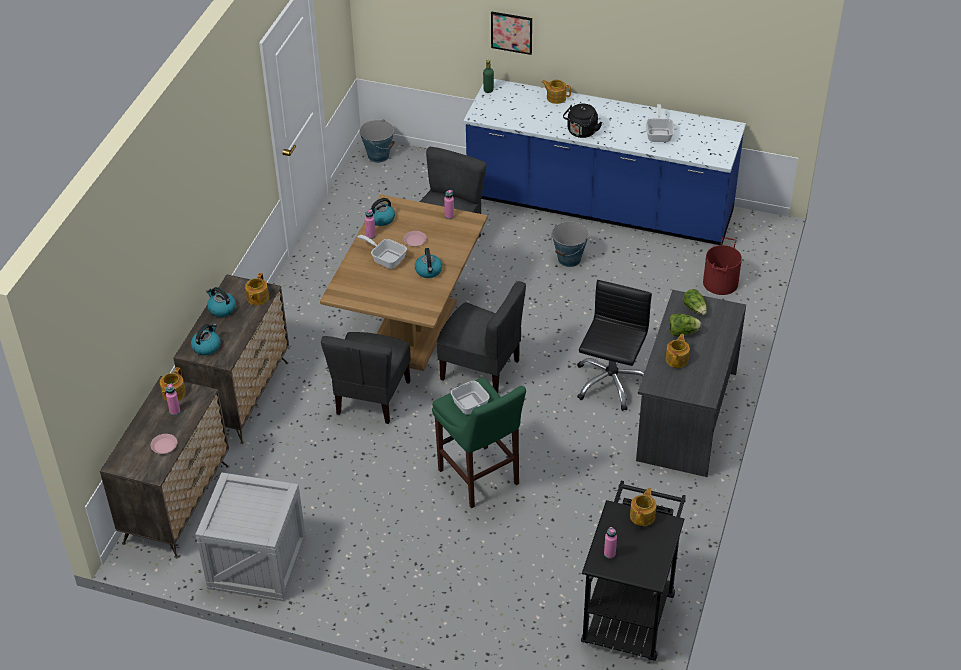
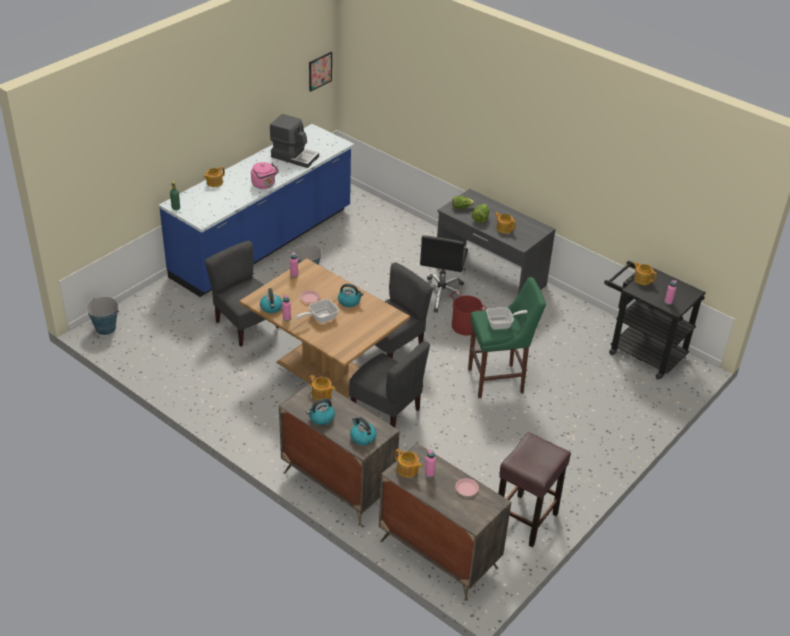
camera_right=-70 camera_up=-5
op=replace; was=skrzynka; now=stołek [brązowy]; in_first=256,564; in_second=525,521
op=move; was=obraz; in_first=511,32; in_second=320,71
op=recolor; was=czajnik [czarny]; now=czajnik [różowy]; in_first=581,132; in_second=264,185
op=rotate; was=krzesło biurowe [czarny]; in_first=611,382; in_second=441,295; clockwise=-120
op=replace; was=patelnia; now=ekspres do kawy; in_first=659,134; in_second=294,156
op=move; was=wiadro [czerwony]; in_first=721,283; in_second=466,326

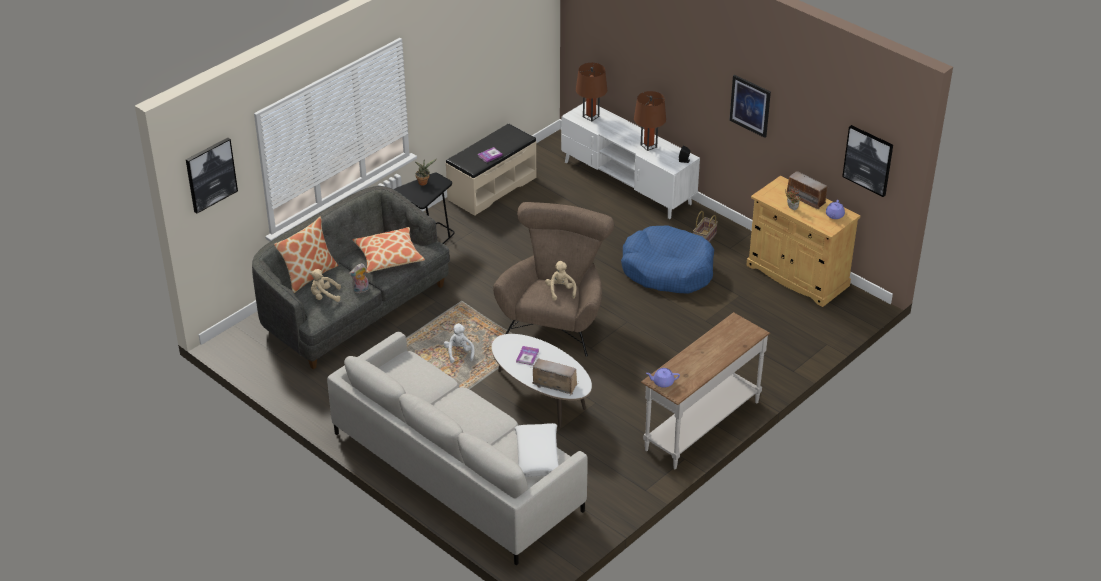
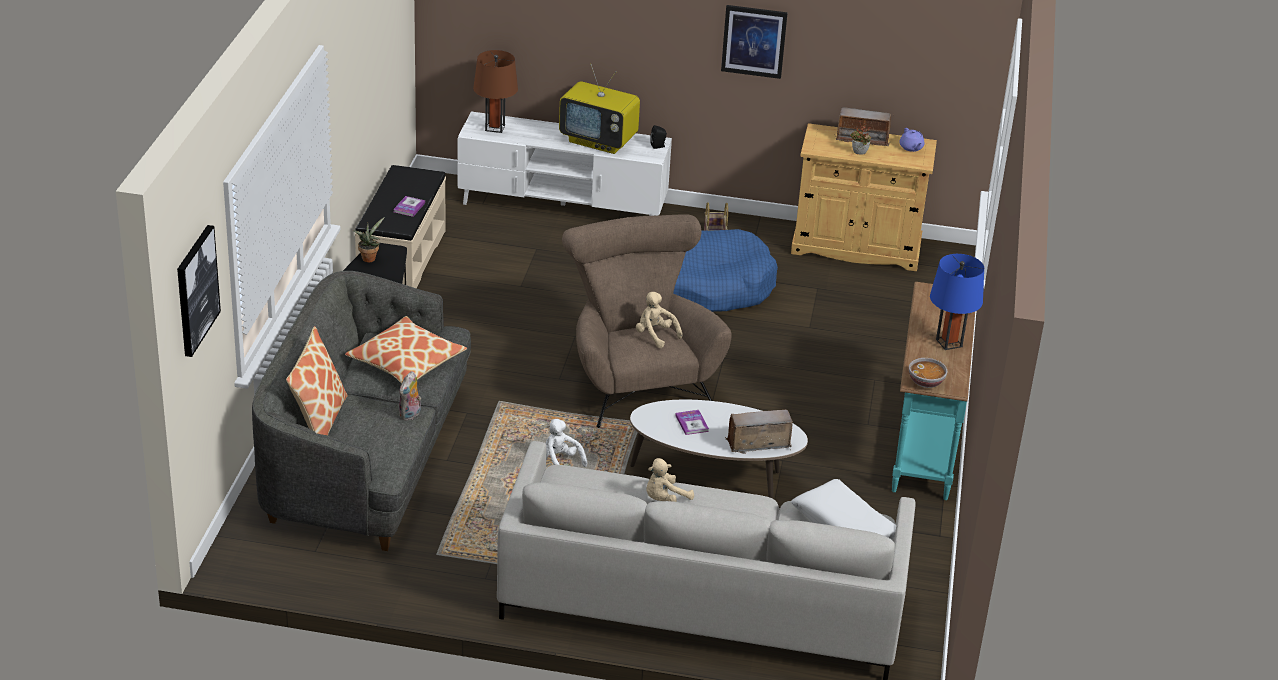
camera_right=-35 camera_up=-5
op=move; was=pluszak [beżowy]; in_first=324,296; in_second=664,499
op=replace; was=lampa stołowa [brązowy]; now=telewizor; in_first=648,146; in_second=599,141
op=recolor; was=stolik konsolowy [biały]; now=stolik konsolowy [turkusowy]; in_first=701,425; in_second=923,441
op=replace; was=imbryk [fioletowy]; now=miska; in_first=662,382; in_second=926,382
op=delete; was=obraz; in_first=868,160
op=insert; now=lampa stołowa [niebieski]; in_second=949,343

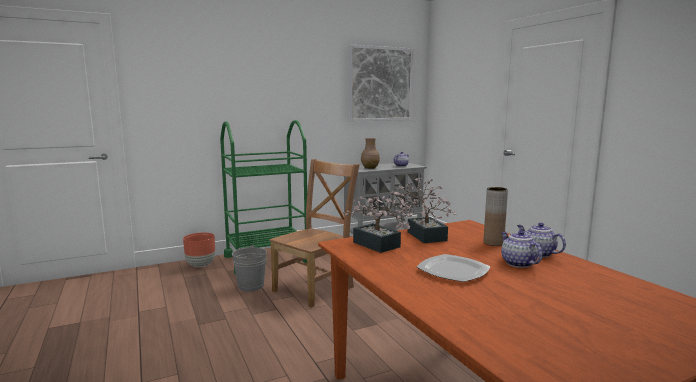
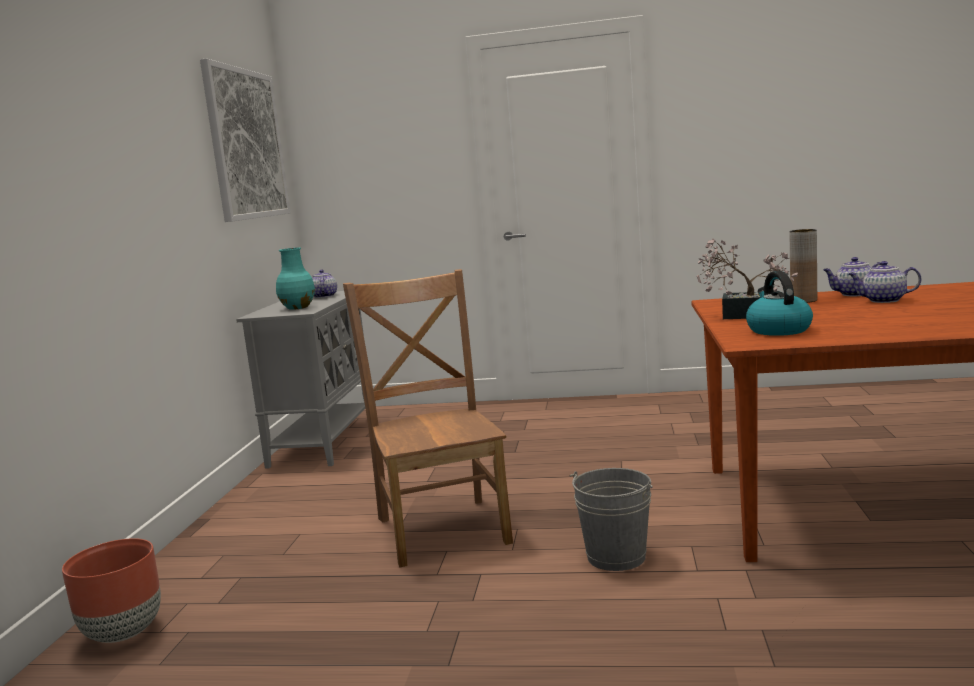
camera_right=-55 camera_up=0
op=delete; was=wózek [zielony]; in_first=267,259
op=move; was=wiadro [szary]; in_first=251,286; in_second=616,557
op=replace; was=roślina doniczkowa; now=czajnik; in_first=379,246; in_second=778,330
op=recolor; was=wazon [brązowy]; now=wazon [turkusowy]; in_first=369,168; in_second=297,308
op=delete; was=talerz; in_first=452,270

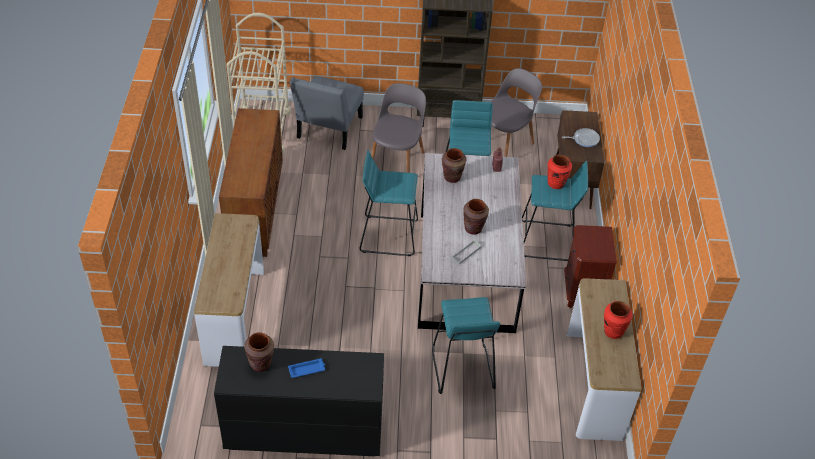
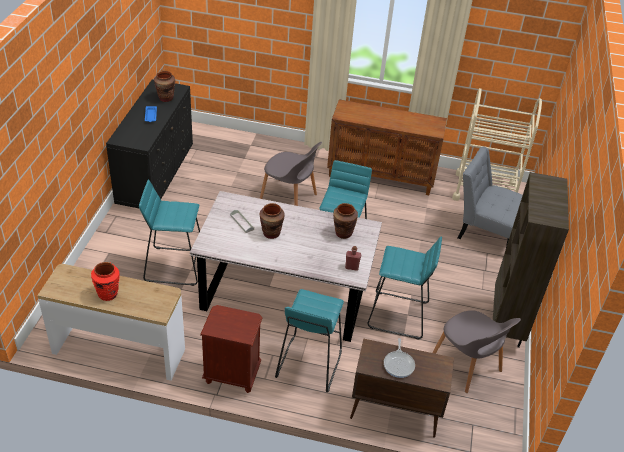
camera_right=100 camera_up=-5
op=delete; was=stolik konsolowy; in_first=234,317
op=move; was=krzesło [szary]; in_first=397,160; in_second=289,198
op=delete; was=wazon [czerwony]; in_first=556,183

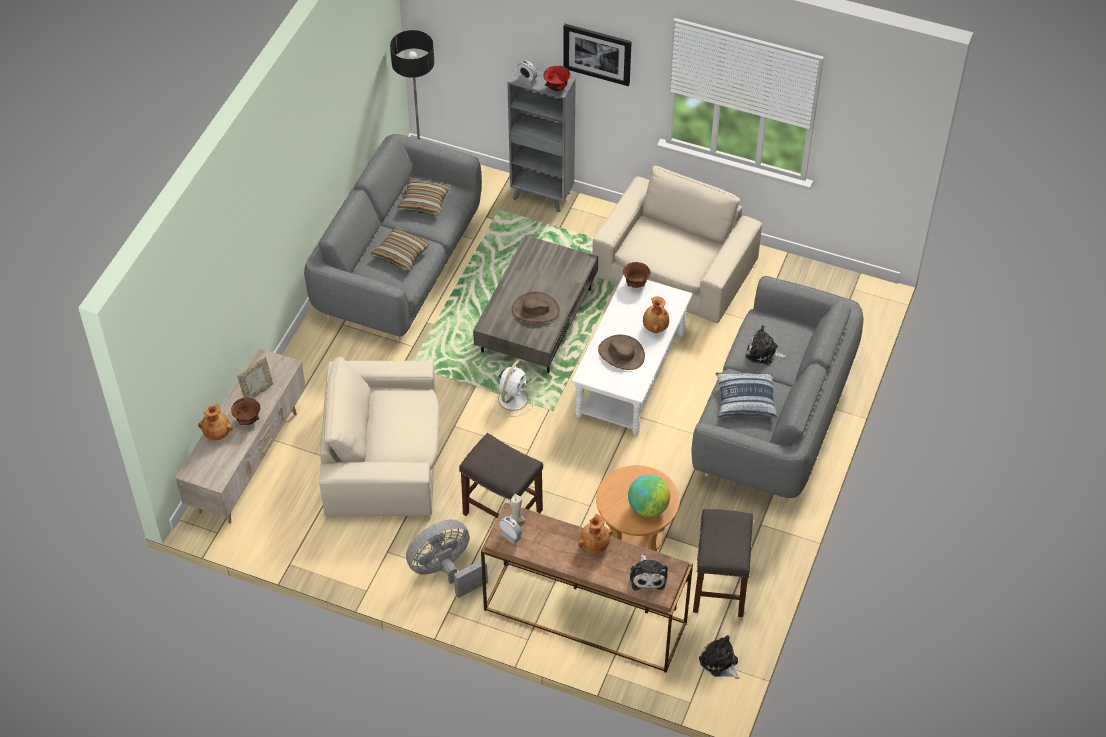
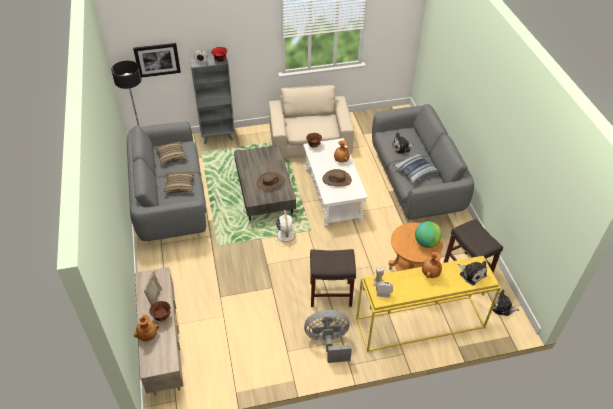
camera_right=-35 camera_up=-5
op=delete; was=fotel [beżowy]; in_first=383,455
op=rotate; was=wentylator [szary]; in_first=446,571; in_second=328,342; clockwise=60
op=recolor; was=stolik konsolowy [brązowy]; now=stolik konsolowy [żółty]; in_first=583,617; in_second=419,324
op=move; was=obraz; in_first=597,53; in_second=157,59

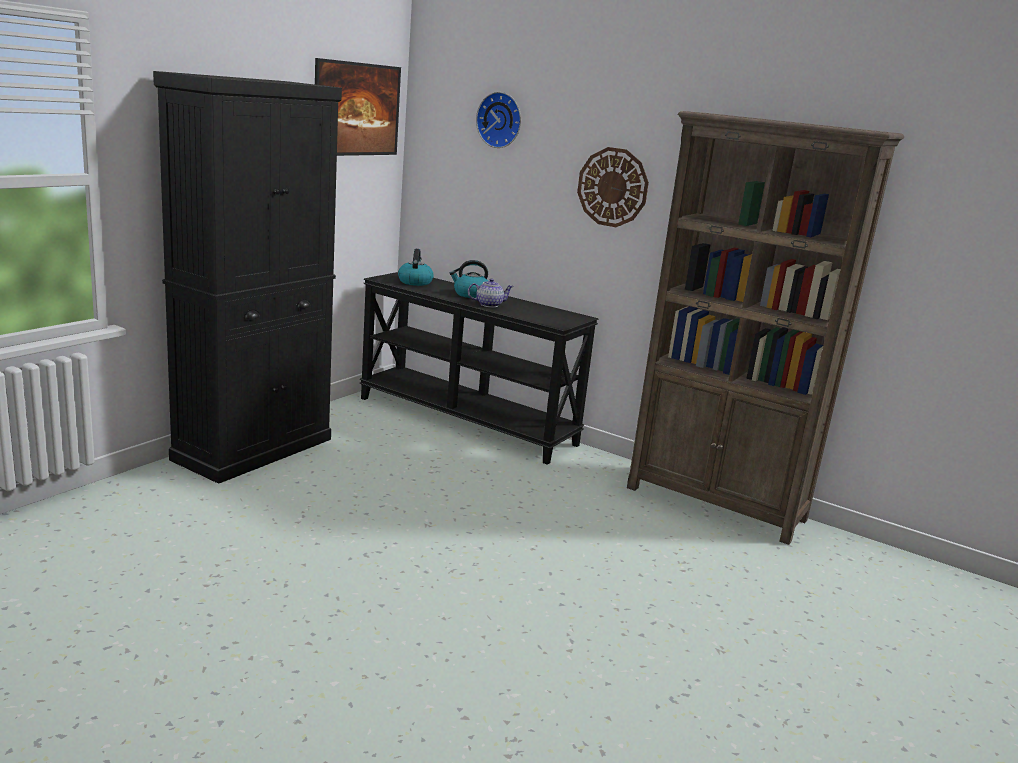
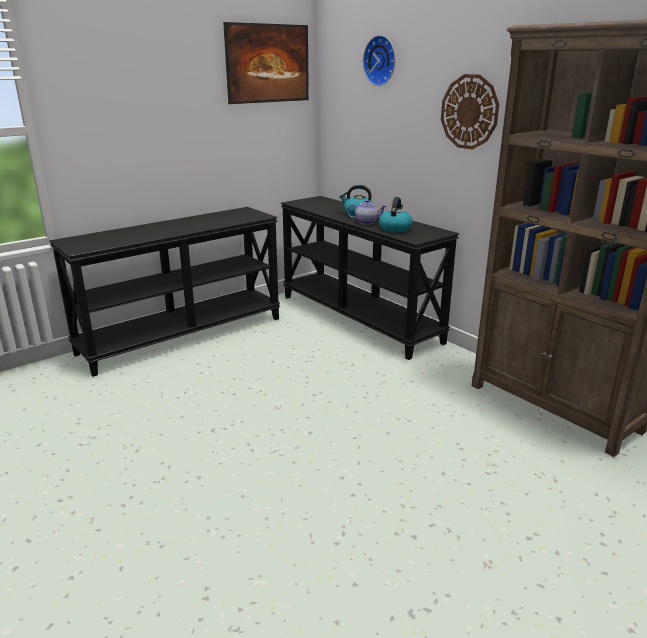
camera_right=20 camera_up=5
op=replace; was=szafka [czarny]; now=stolik konsolowy [czarny]; in_first=254,449; in_second=182,335
op=move; was=czajnik; in_first=415,282; in_second=395,228

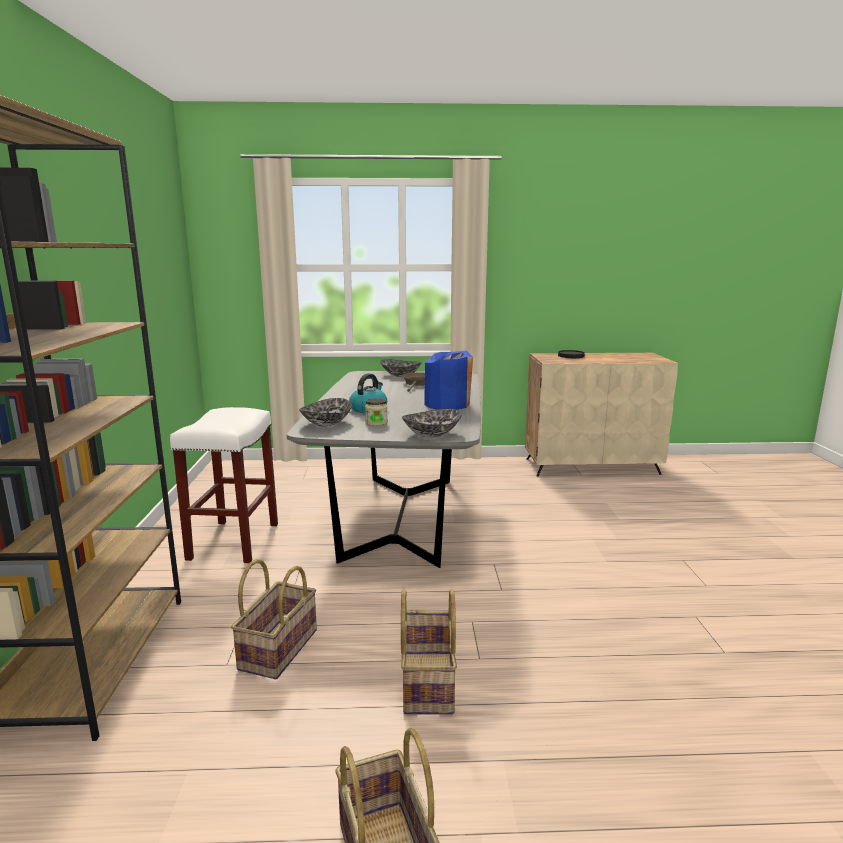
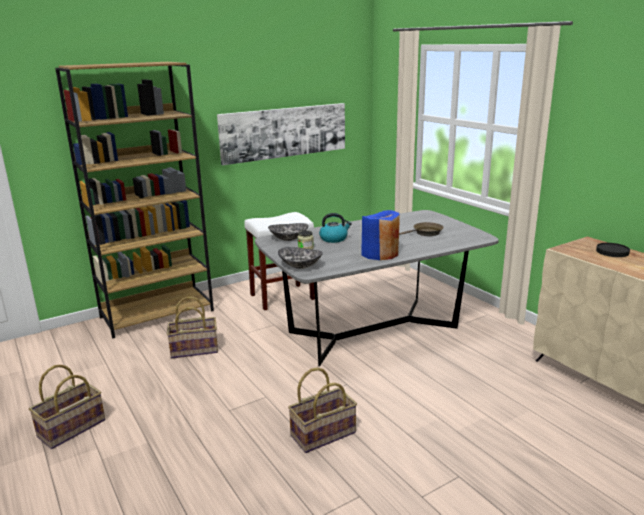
camera_right=60 camera_up=5
op=delete; was=miska; in_first=400,375
op=move; was=koszyk; in_first=426,682; in_second=323,433
op=insert; now=obraz; in_second=284,132

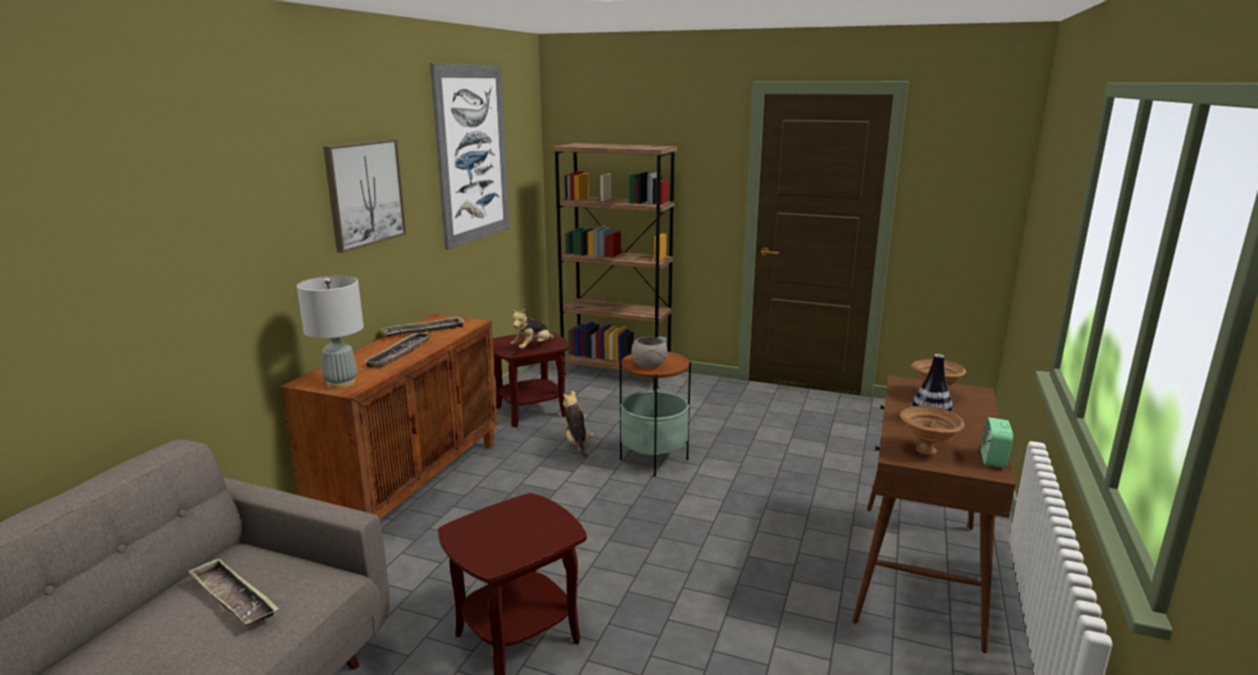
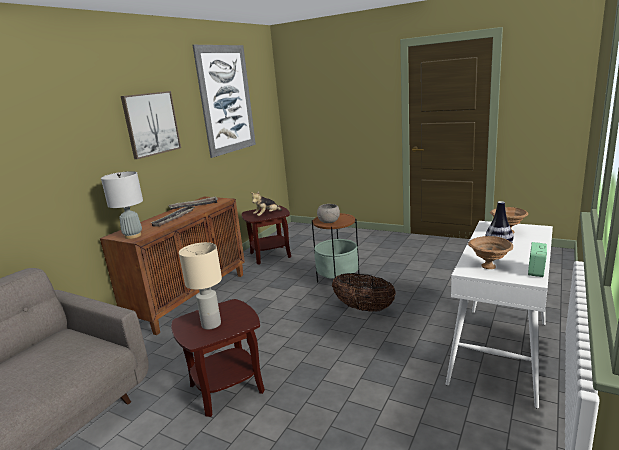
camera_right=10 camera_up=0
op=delete; was=taca; in_first=233,598
op=delete; was=regał [brązowy]; in_first=616,373
op=delete; was=pluszak; in_first=577,443
op=recolor; was=stolik konsolowy [brązowy]; now=stolik konsolowy [biały]; in_first=919,572; in_second=500,353
op=insert; now=lampa stołowa [beżowy]; in_second=211,324
op=insert; now=koszyk; in_second=363,308

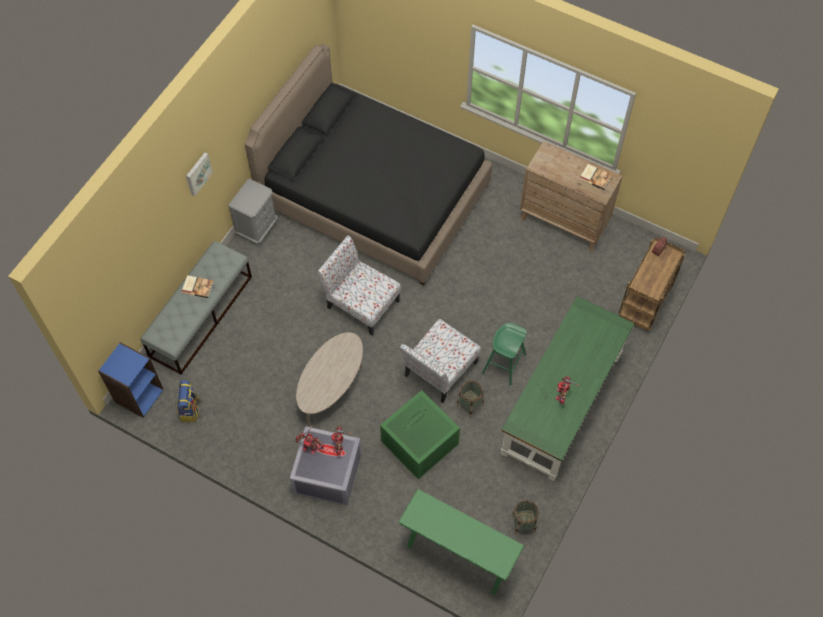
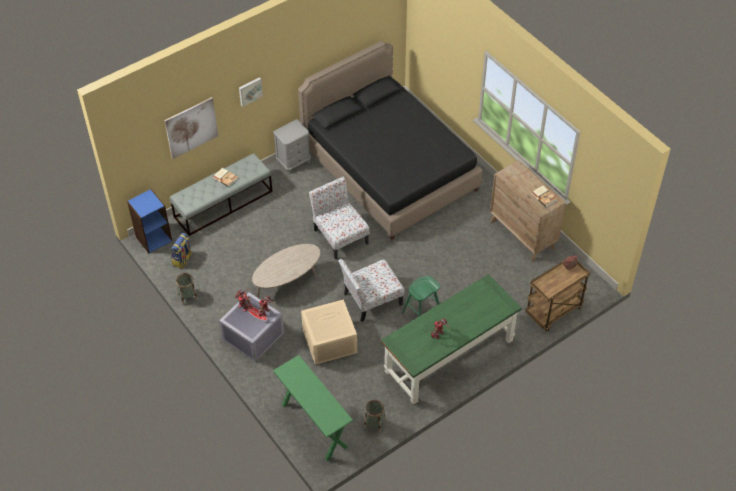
camera_right=25 camera_up=-10
op=recolor; was=pojemnik do przechowywania [zielony]; now=pojemnik do przechowywania [beżowy]; in_first=419,443; in_second=329,342
op=move; was=koszyk; in_first=470,405; in_second=188,296
op=insert; now=obraz; in_second=191,127

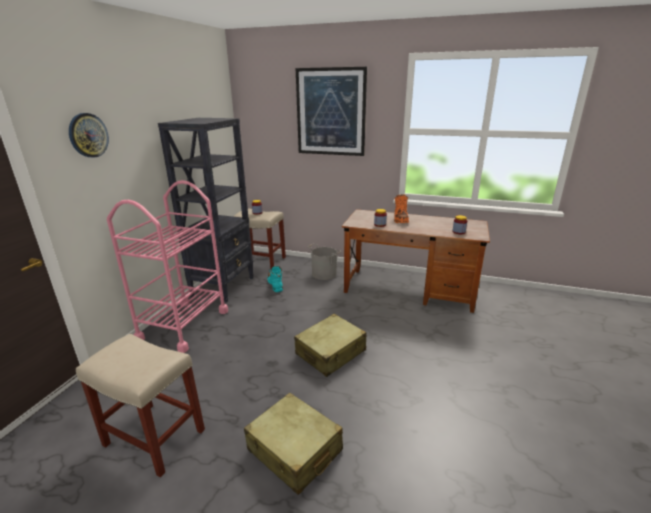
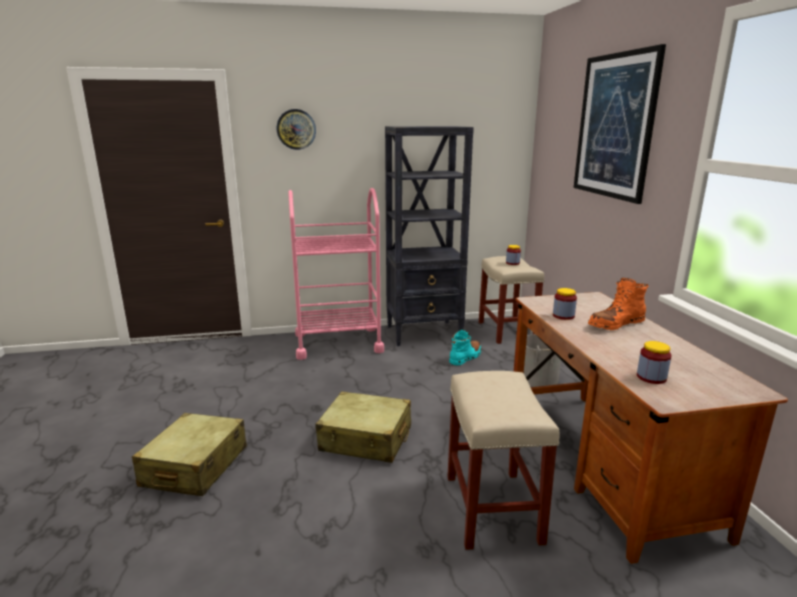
camera_right=60 camera_up=-5
op=move; was=stołek [beżowy]; in_first=153,437; in_second=491,507

